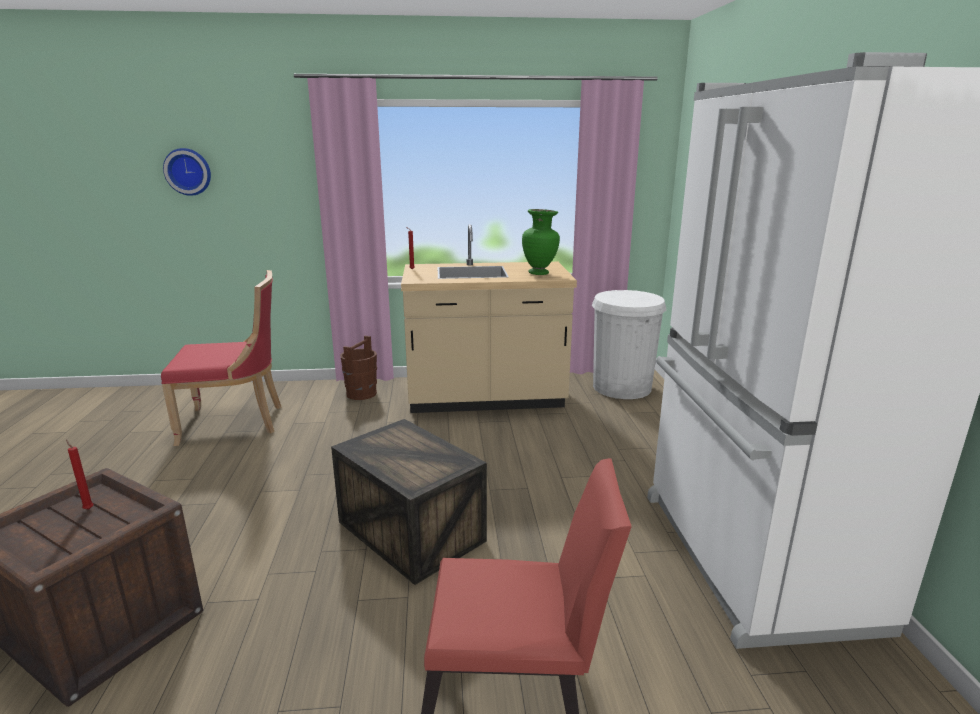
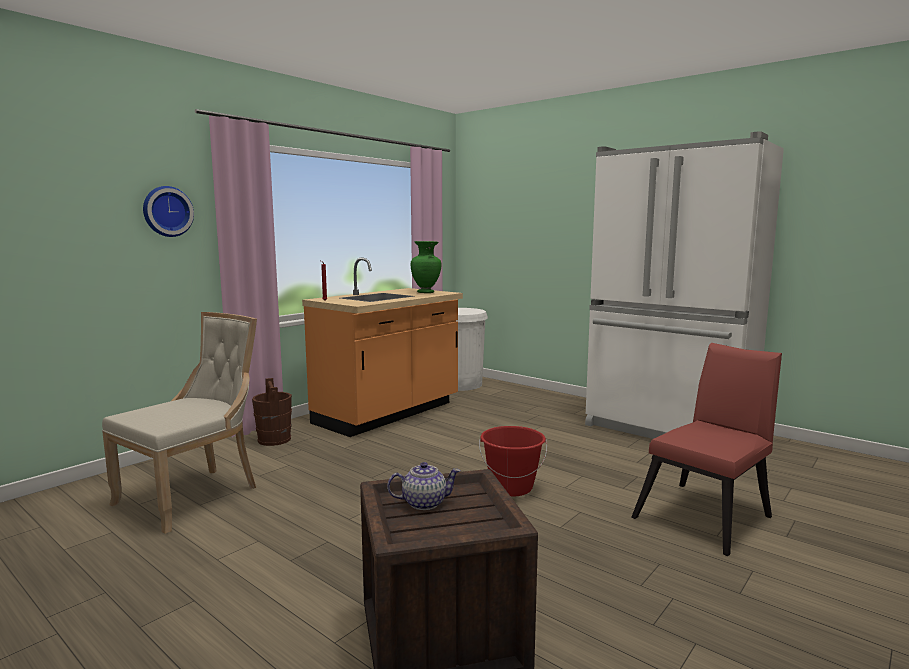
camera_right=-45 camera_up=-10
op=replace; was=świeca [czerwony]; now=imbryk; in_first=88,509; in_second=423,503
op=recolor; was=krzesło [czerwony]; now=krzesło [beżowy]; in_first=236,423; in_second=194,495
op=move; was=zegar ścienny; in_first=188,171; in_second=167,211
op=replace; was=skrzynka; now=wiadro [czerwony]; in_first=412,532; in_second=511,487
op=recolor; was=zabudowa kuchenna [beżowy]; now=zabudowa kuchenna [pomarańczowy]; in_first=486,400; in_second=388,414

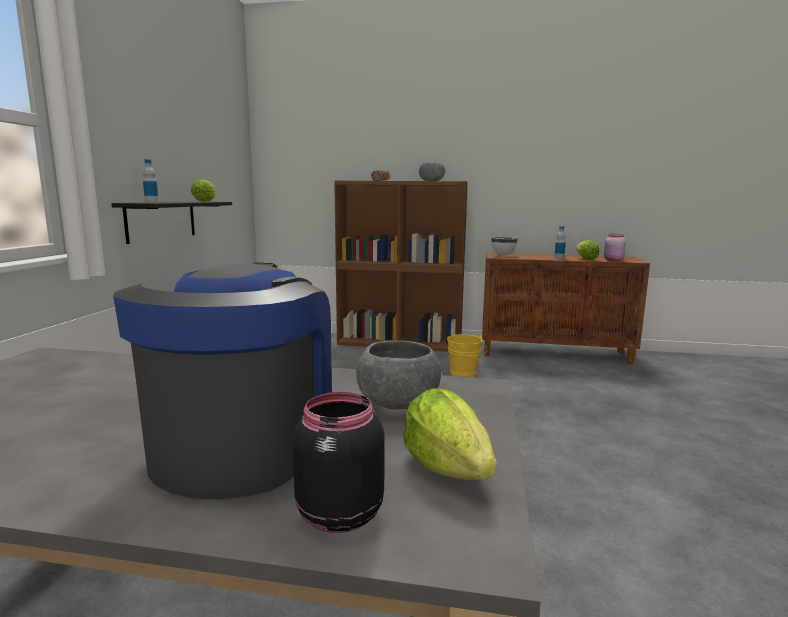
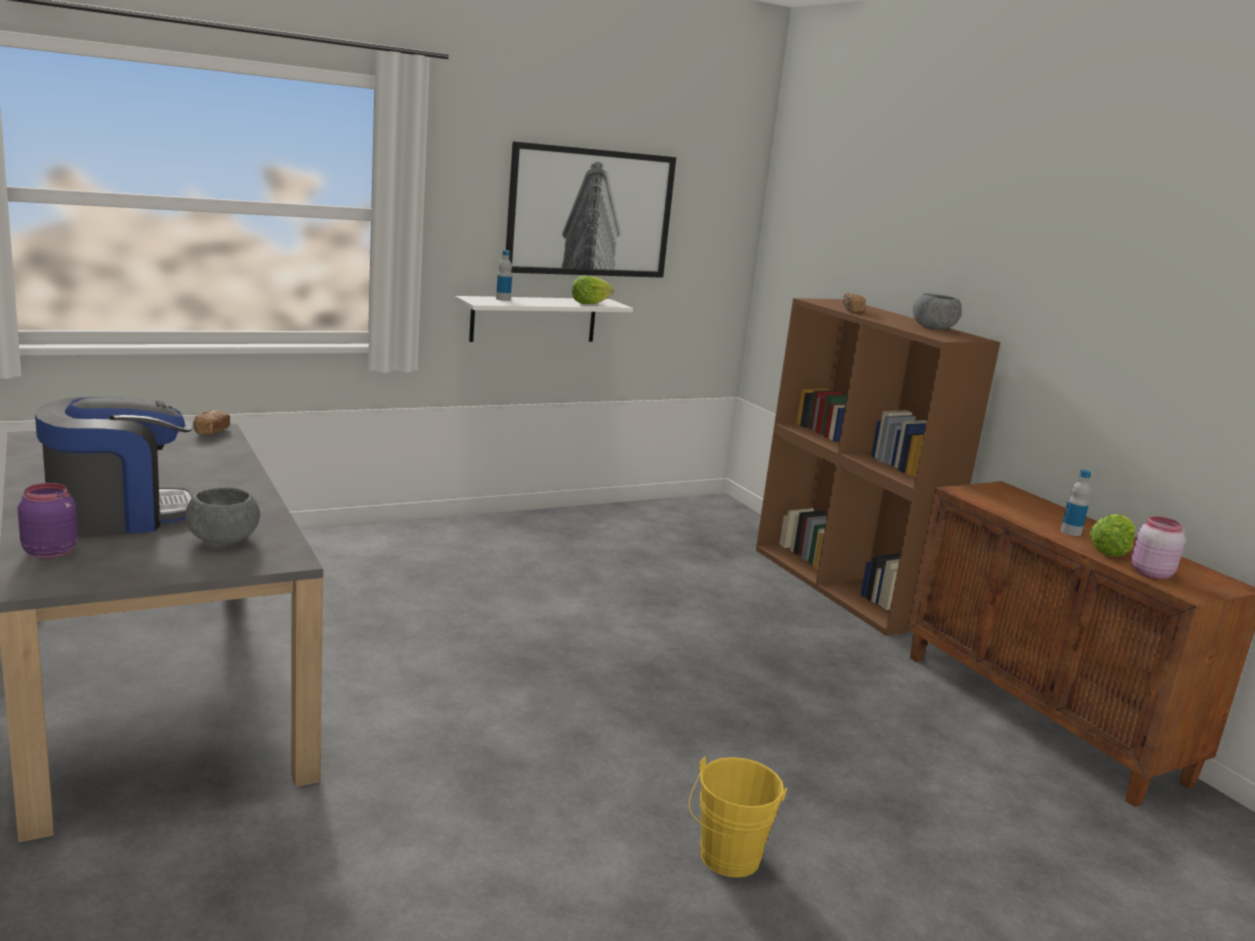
camera_right=50 camera_up=5
op=recolor; was=półka [czarny]; now=półka [biały]; in_first=161,220; in_second=534,319
op=recolor; was=słoik [czarny]; now=słoik [fioletowy]; in_first=337,515; in_second=49,551
op=delete; was=sałata; in_first=447,468
op=move; was=wiadro [żółty]; in_first=464,376; in_second=727,861
op=delete; was=miska [biały]; in_first=503,255
op=insert; now=chleb; in_second=210,431
op=insert; now=obraz; in_second=591,213

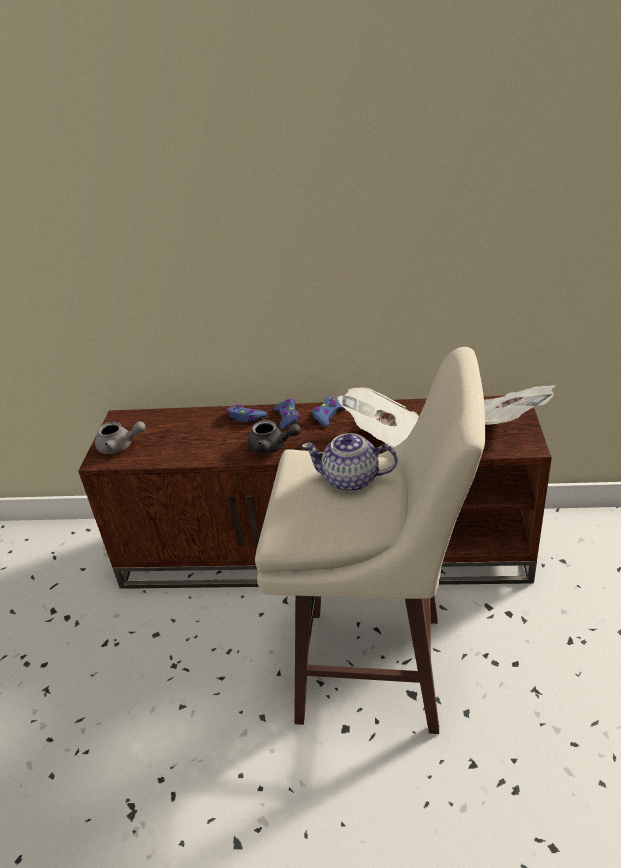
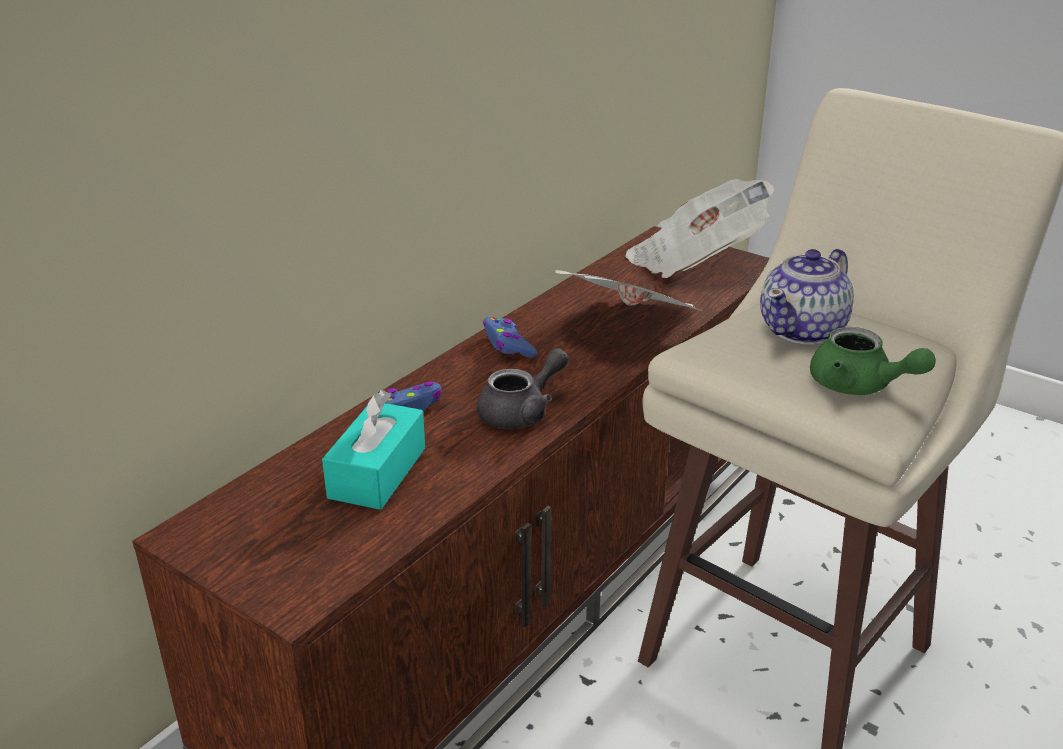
camera_right=-60 camera_up=-5
op=delete; was=imbryk [szary]; in_first=120,446
op=delete; was=pad do gier [niebieski]; in_first=287,418
op=insert; now=pudełko chusteczek [turkusowy]; in_second=377,473
op=insert; now=imbryk [zielony]; in_second=859,386

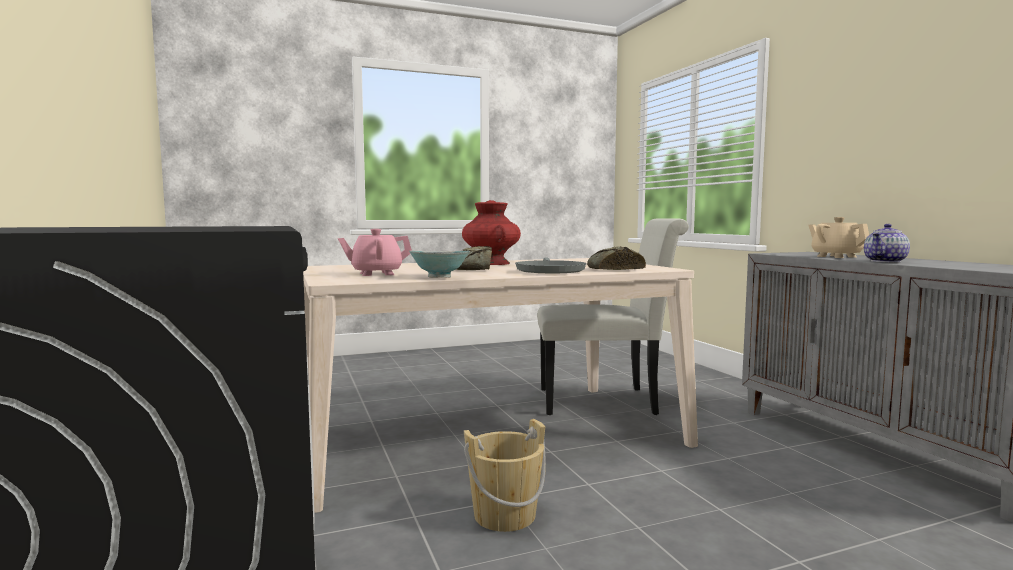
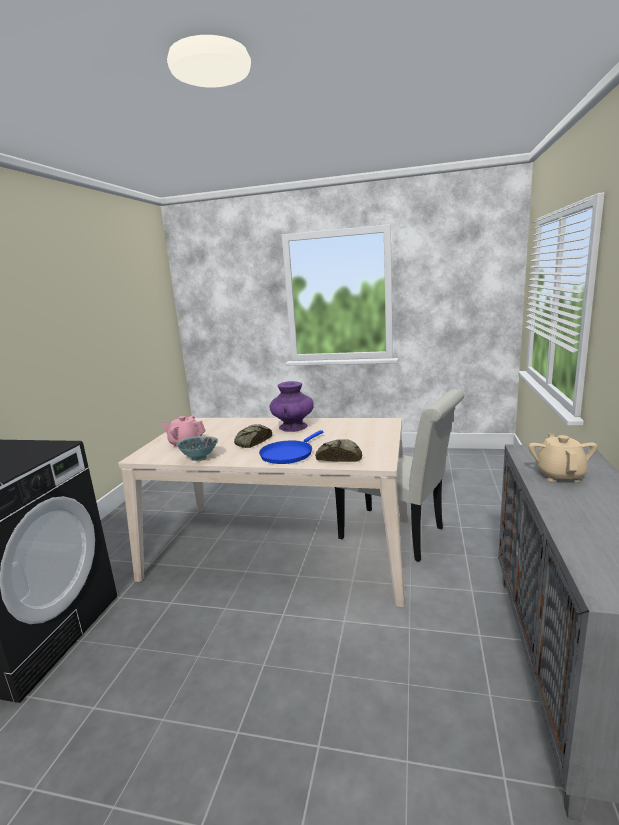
camera_right=35 camera_up=10
op=recolor; was=wazon [czerwony]; now=wazon [fioletowy]; in_first=490,263; in_second=293,427
op=delete; was=wiadro [beżowy]; in_first=504,515
op=recolor; was=patelnia [szary]; now=patelnia [niebieski]; in_first=549,271; in_second=288,454
op=delete; was=imbryk; in_first=886,261

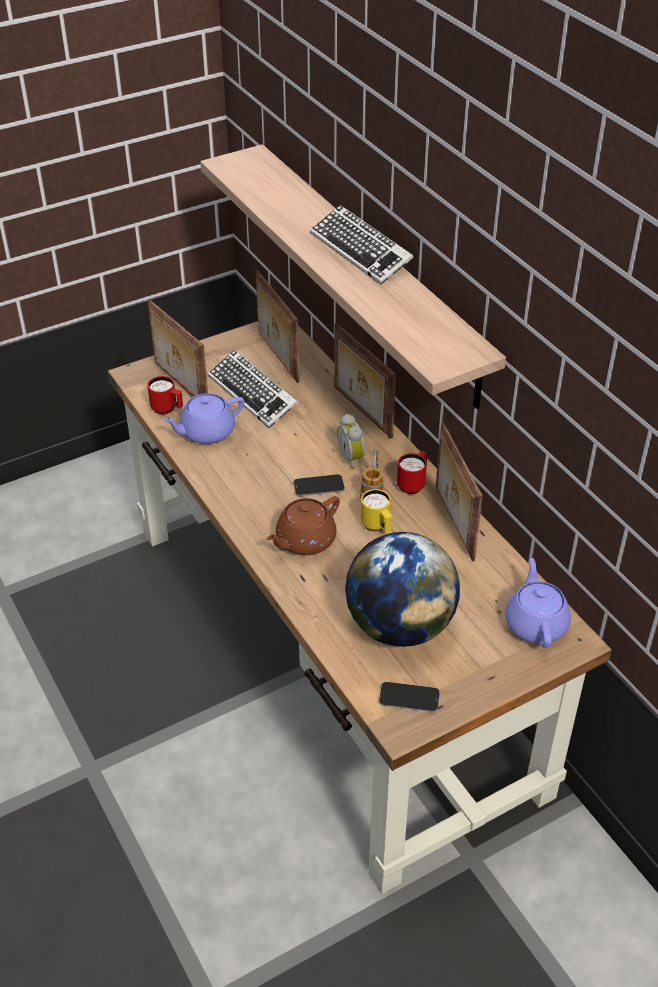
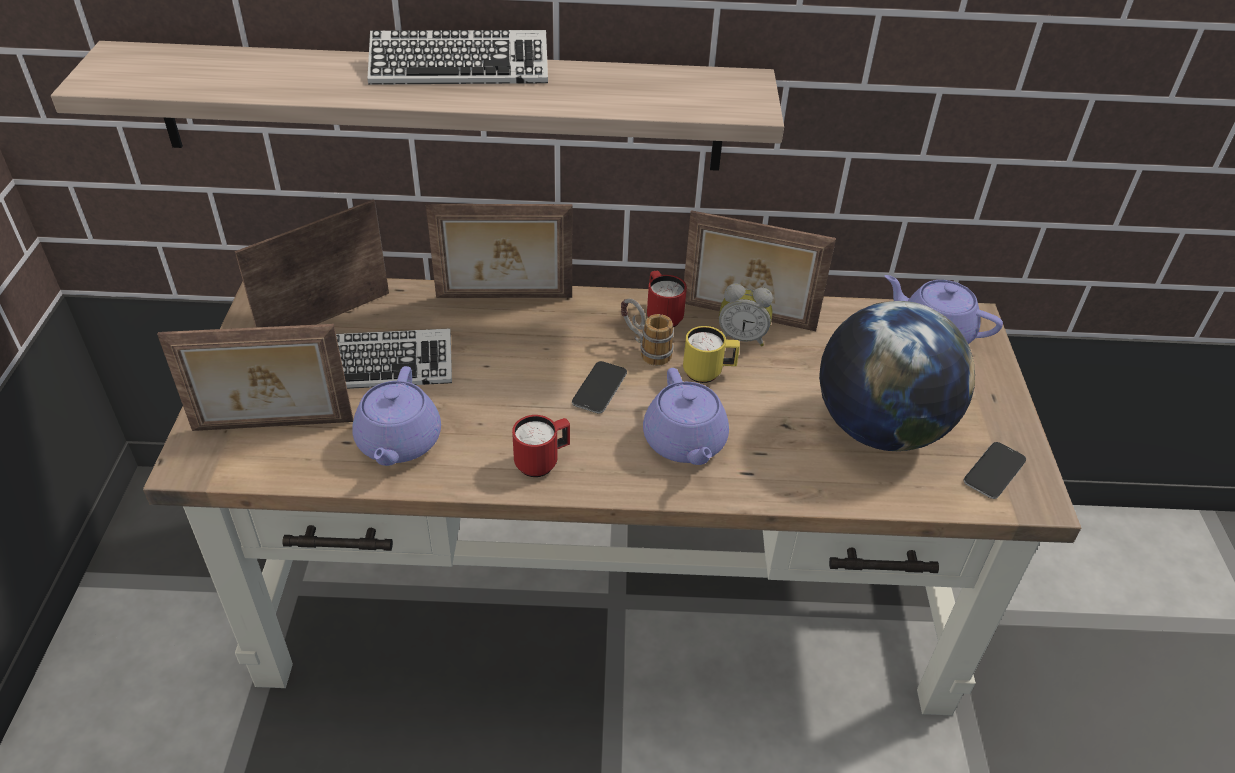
camera_right=-60 camera_up=0
op=move; was=kubek [czerwony]; in_first=167,409; in_second=542,462
op=rotate; was=ramka na zdjęcie; in_first=276,357; in_second=325,317; clockwise=135
op=recolor; was=imbryk [brązowy]; now=imbryk [fioletowy]; in_first=304,541; in_second=685,443
op=move; was=budzik; in_first=353,458; in_second=742,337

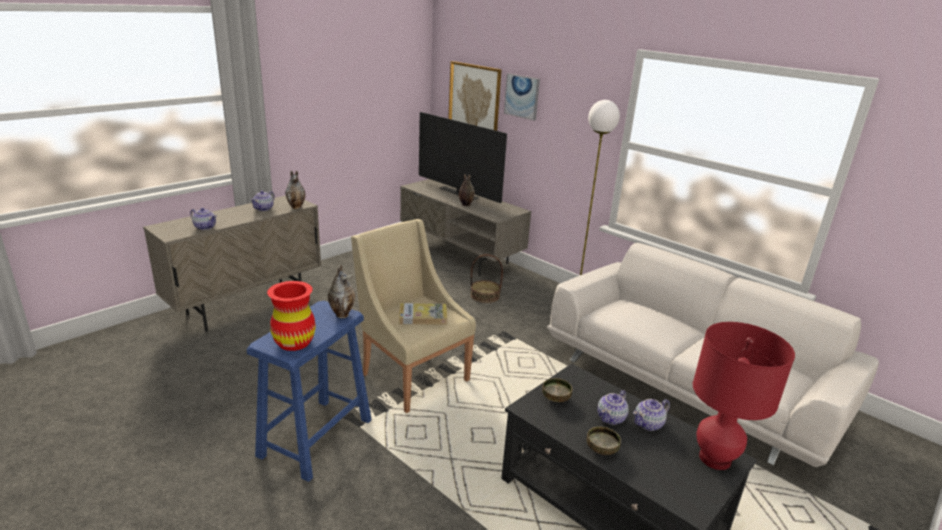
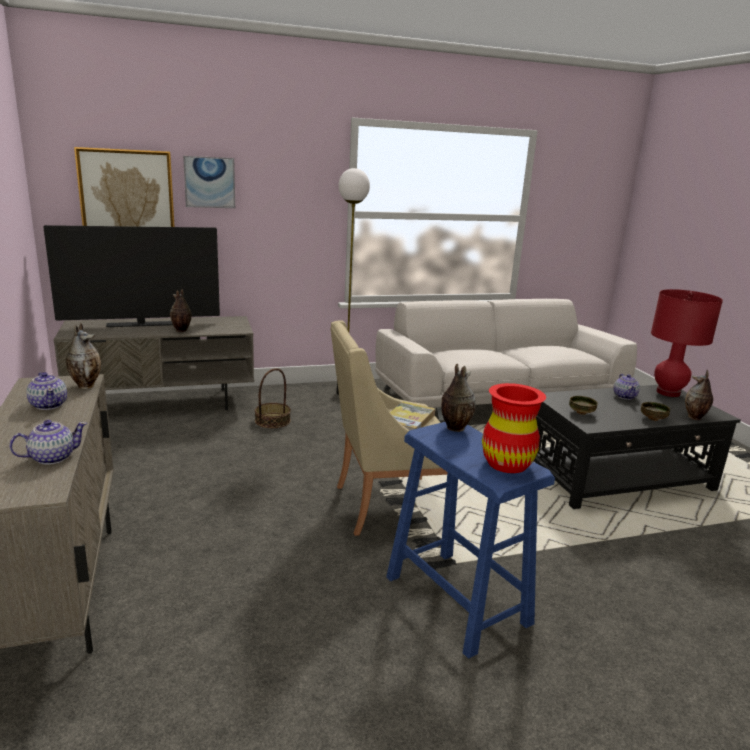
camera_right=-60 camera_up=-5
op=delete; was=imbryk; in_first=611,418
op=insert; now=wazon; in_second=695,418

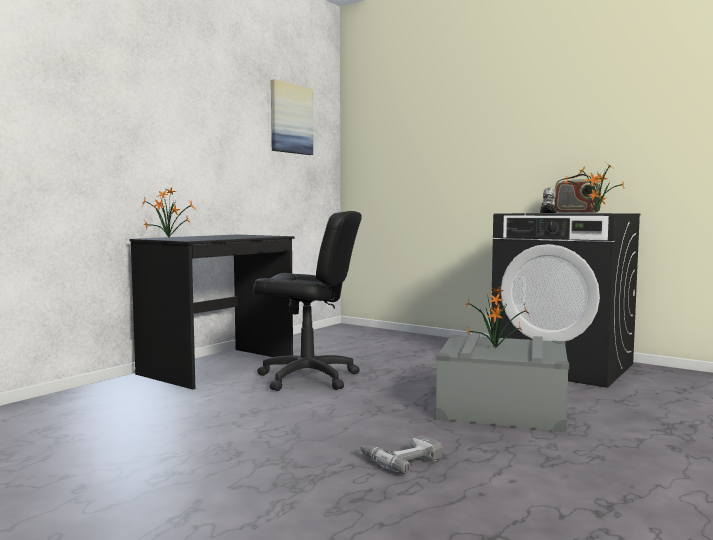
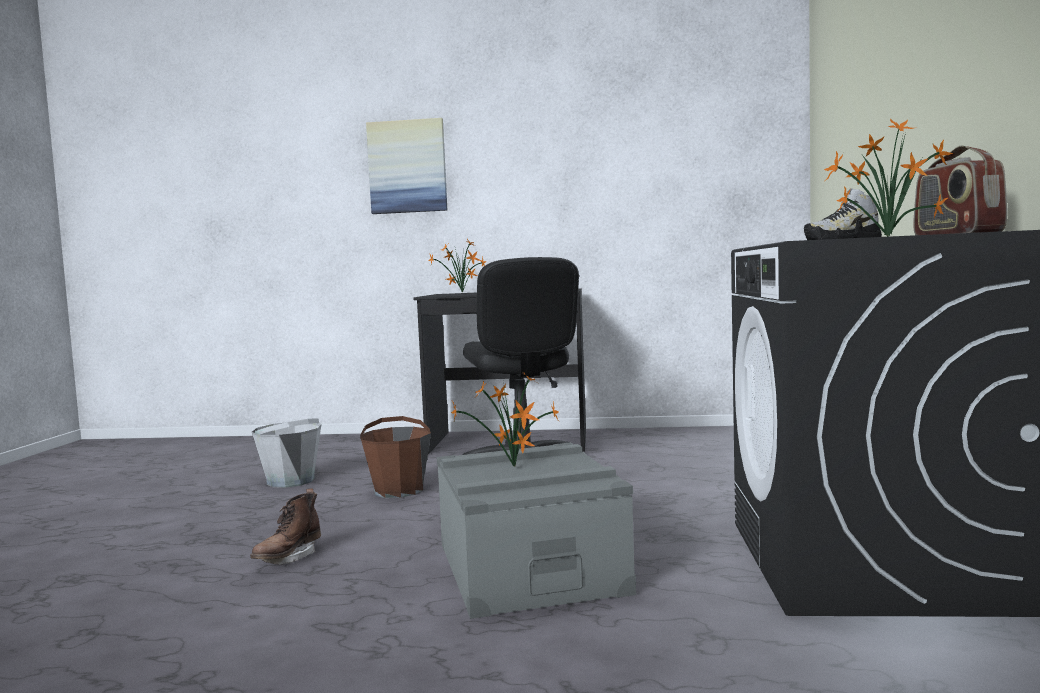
camera_right=60 camera_up=0
op=move; was=obraz; in_first=291,119; in_second=407,167
op=replace; was=wiertarka; now=but z cholewką [brązowy]; in_first=400,459; in_second=288,558
op=insert; now=wiadro [szary]; in_second=290,481
op=insert; now=wiadro [brązowy]; in_second=399,490

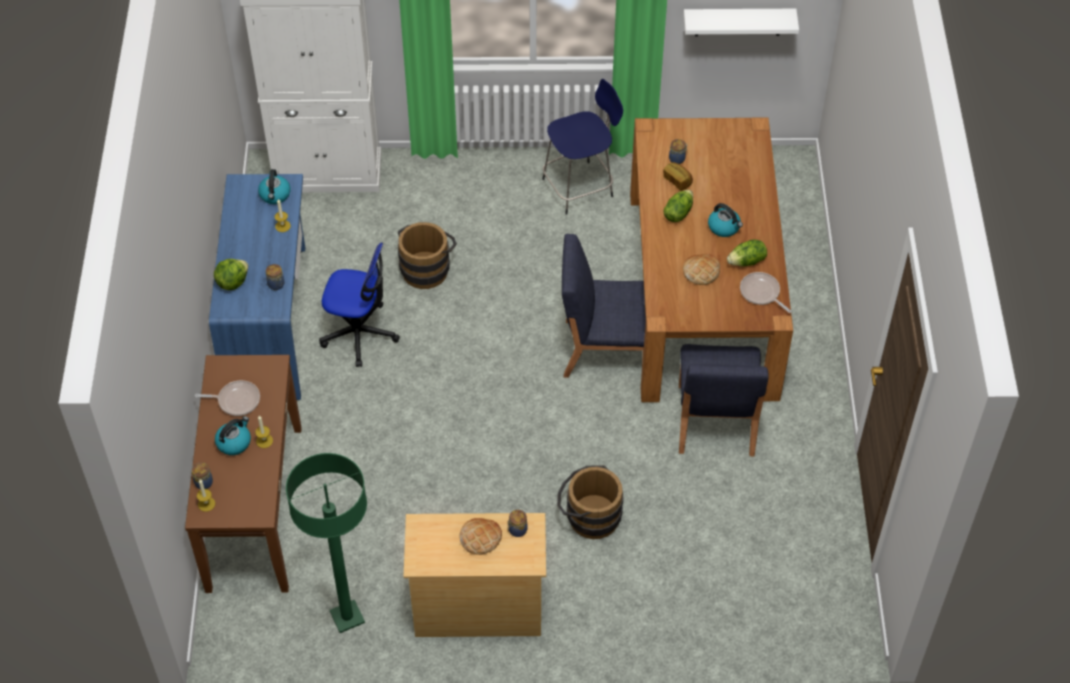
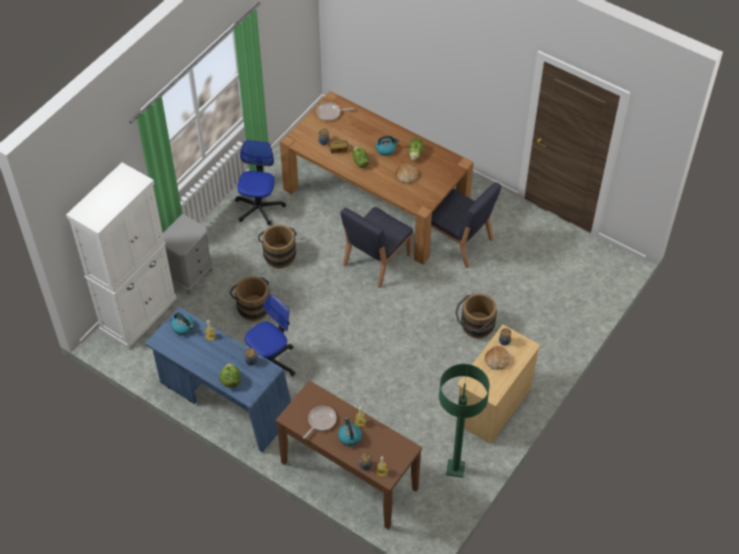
camera_right=-55 camera_up=0
op=replace; was=stołek [niebieski]; now=krzesło biurowe; in_first=580,187; in_second=259,208
op=delete; was=półka [biały]; in_first=738,22
op=move; was=patelnia; in_first=761,293; in_second=330,113
op=insert; now=szafka nocna [szary]; in_second=189,275
op=insert; now=wiadro [brązowy]; in_second=279,254

